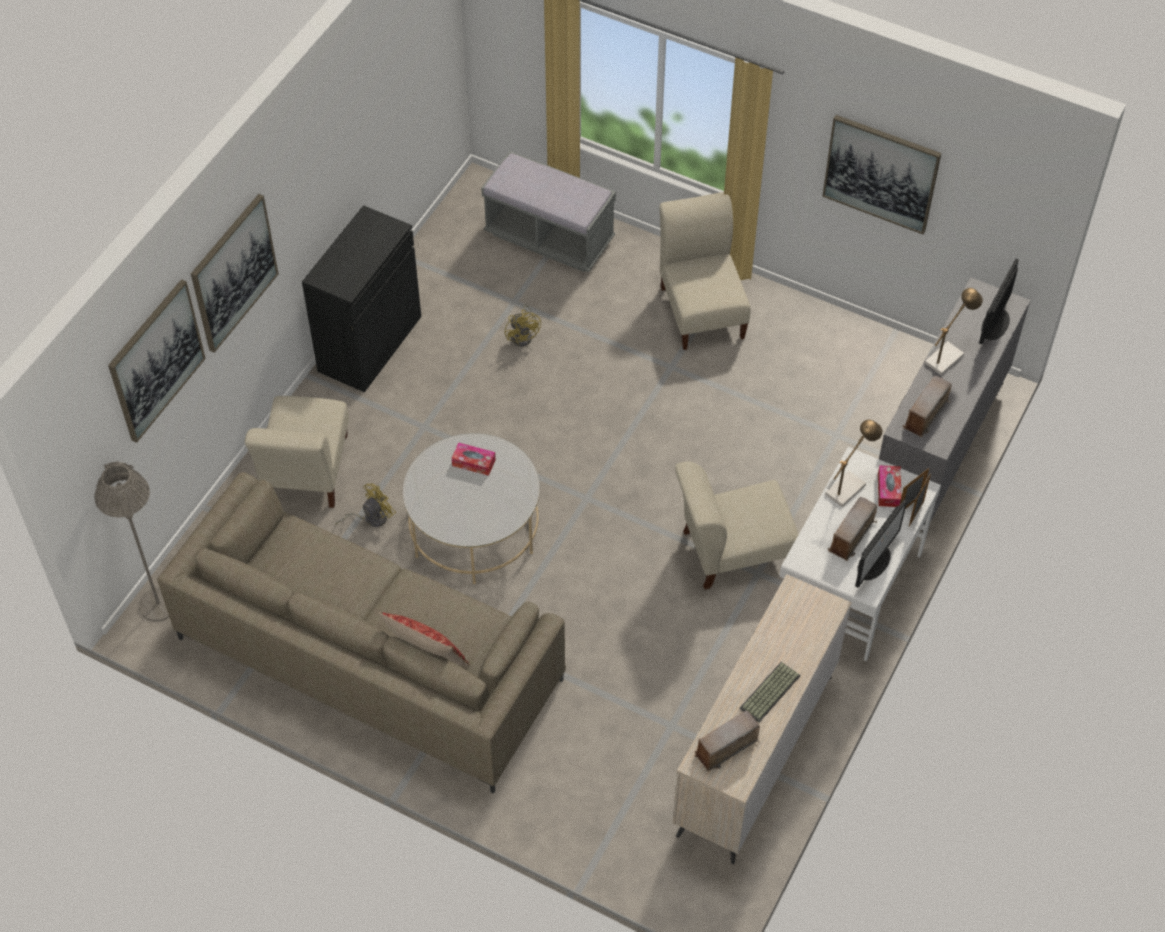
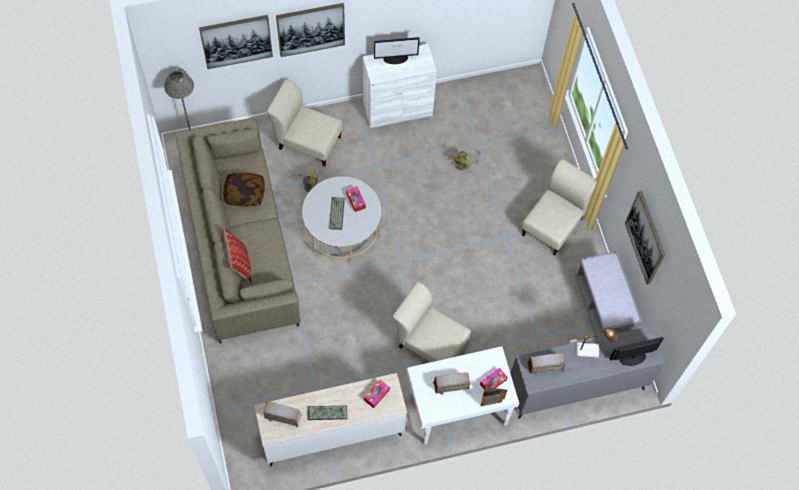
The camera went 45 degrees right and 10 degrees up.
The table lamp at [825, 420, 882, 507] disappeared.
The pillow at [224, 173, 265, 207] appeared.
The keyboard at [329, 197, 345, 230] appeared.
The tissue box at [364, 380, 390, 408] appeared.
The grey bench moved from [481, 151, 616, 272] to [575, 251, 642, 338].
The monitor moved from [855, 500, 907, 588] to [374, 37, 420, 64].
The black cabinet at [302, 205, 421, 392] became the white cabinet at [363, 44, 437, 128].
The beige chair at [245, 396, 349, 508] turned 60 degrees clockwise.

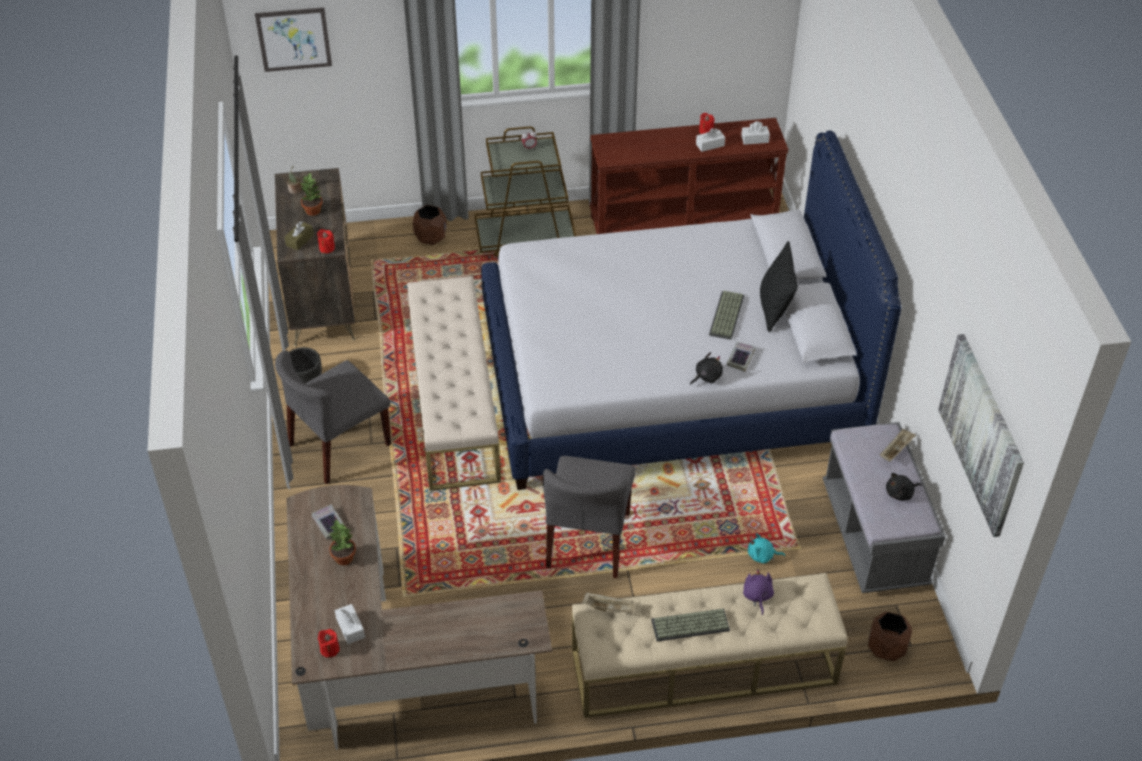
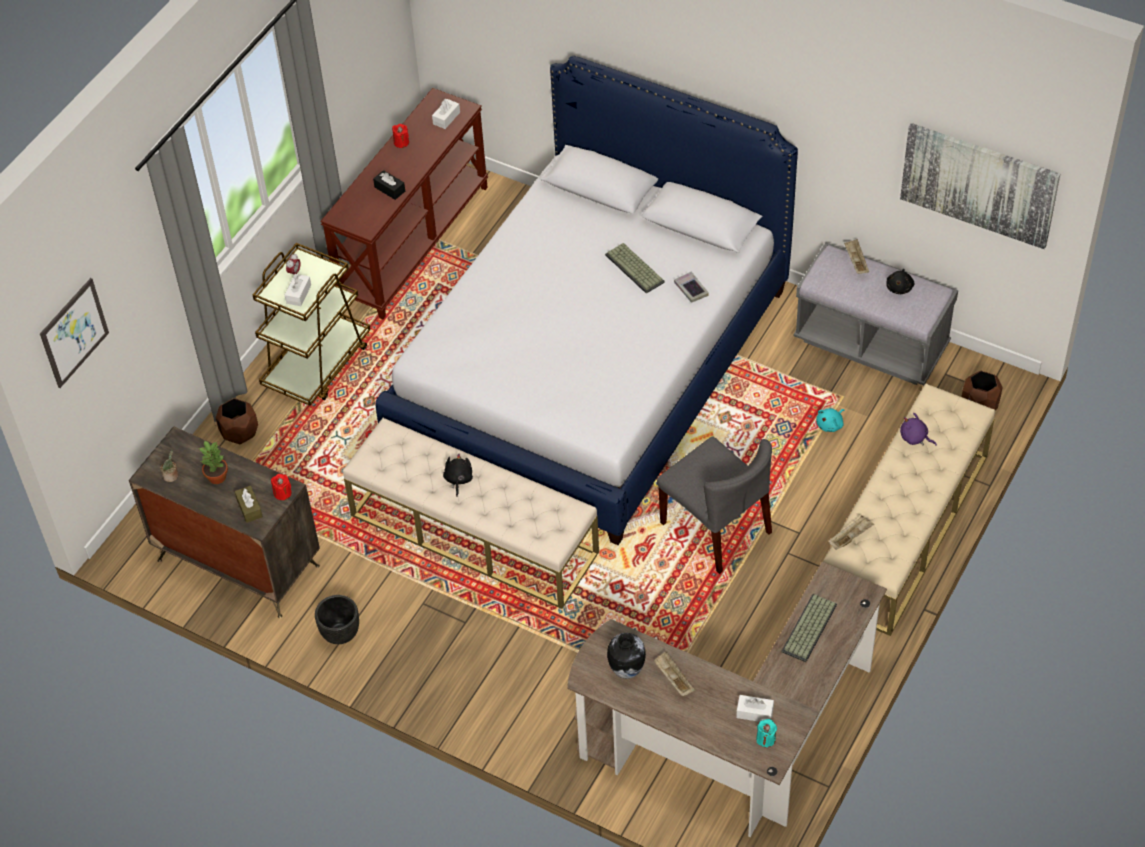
The camera went 50 degrees left and 5 degrees up.
The grey chair at [275, 351, 391, 484] disappeared.
The black pillow at [760, 241, 798, 332] disappeared.
The black tissue box at [373, 170, 405, 200] appeared.
The keyboard moved from [651, 608, 730, 642] to [781, 594, 837, 662].
The black plush toy moved from [690, 352, 723, 385] to [443, 454, 473, 497].
The white tissue box moved from [696, 128, 725, 152] to [285, 274, 311, 306].
The book at [311, 505, 347, 540] was replaced by the vase at [607, 633, 646, 679].
The potted plant at [329, 520, 356, 565] was replaced by the beige tray at [654, 651, 695, 696].
The red candle at [318, 629, 340, 658] became the turquoise candle at [756, 719, 777, 747].

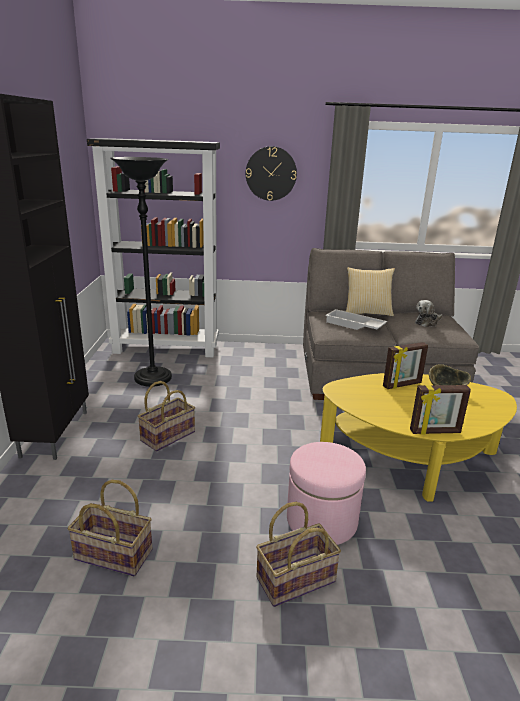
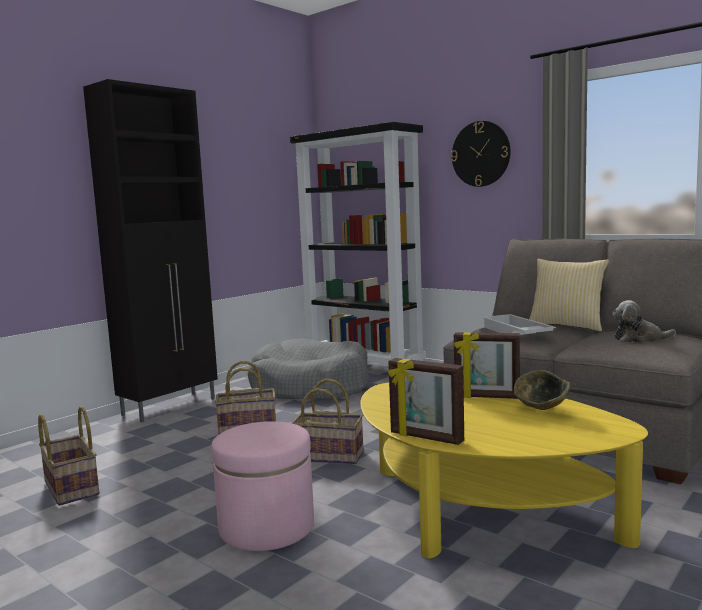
The camera went 40 degrees right and 15 degrees down.
The basket moved from [256, 502, 341, 607] to [291, 379, 363, 464].
The black floor lamp at [110, 157, 172, 387] was replaced by the grey dog bed at [247, 339, 369, 399].

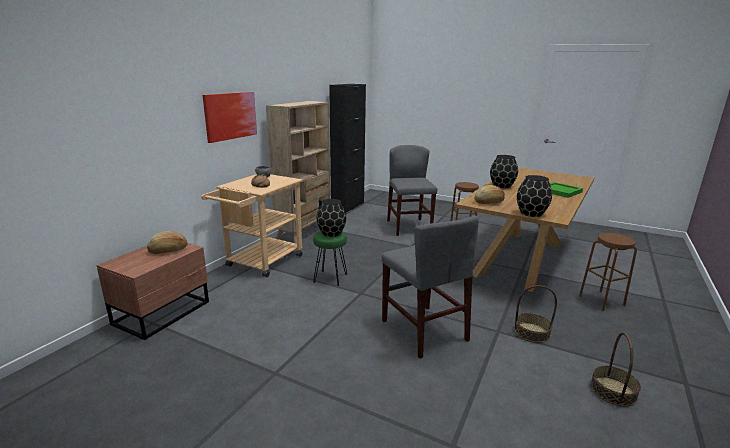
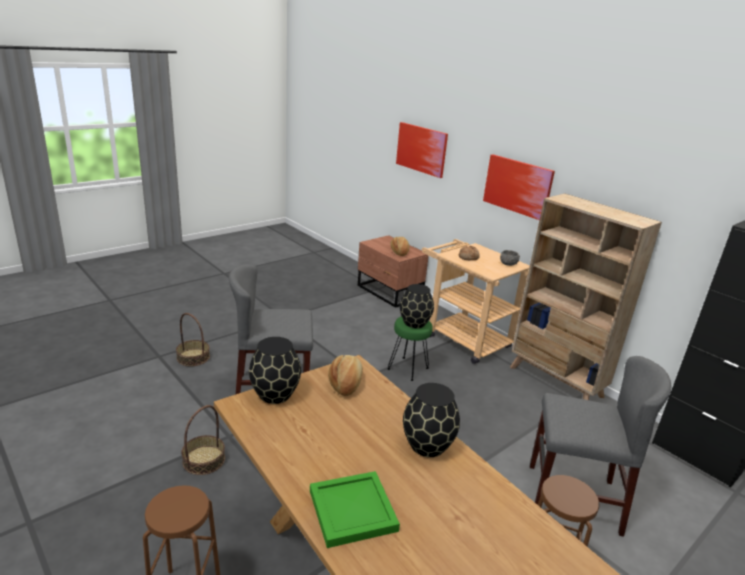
The camera went 110 degrees right and 5 degrees up.
The picture at [396, 122, 448, 178] appeared.
The basket moved from [590, 332, 641, 406] to [176, 313, 210, 366].

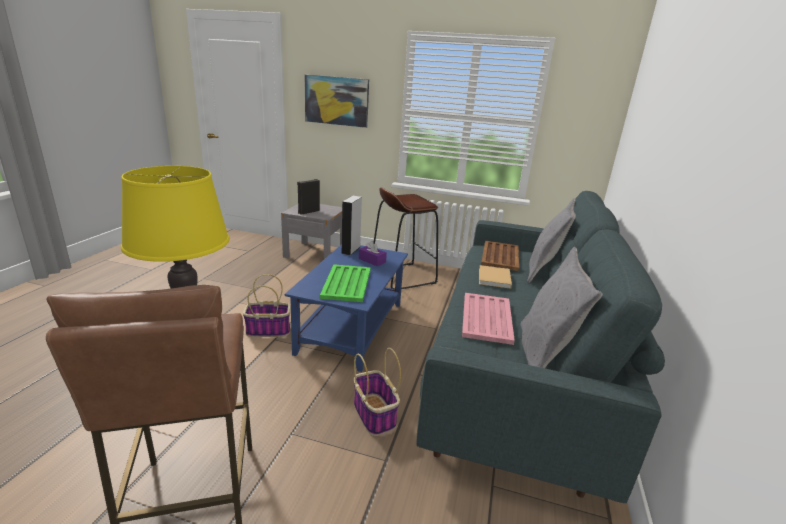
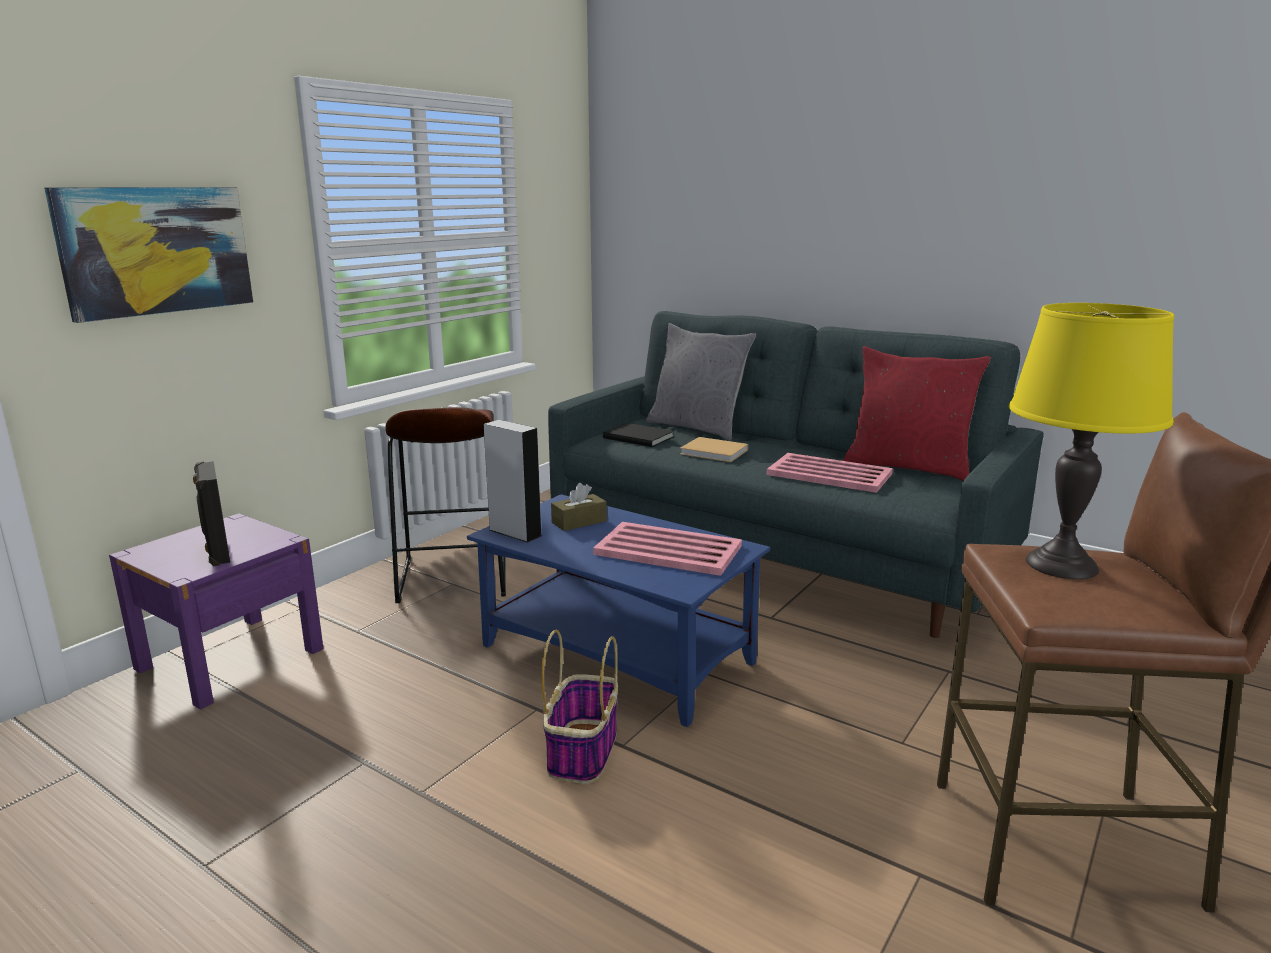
The camera went 70 degrees left and 5 degrees down.
The basket at [354, 348, 401, 436] disappeared.
The brown tray at [481, 241, 519, 271] was replaced by the black book at [603, 423, 674, 447].
The grey nightstand at [281, 204, 342, 259] became the purple nightstand at [109, 513, 324, 710].
The green tray at [320, 264, 371, 302] became the pink tray at [593, 522, 742, 576].
The purple tissue box at [359, 241, 387, 266] became the brown tissue box at [551, 483, 607, 531].
The grey pillow at [520, 247, 603, 368] became the red pillow at [843, 346, 991, 481].

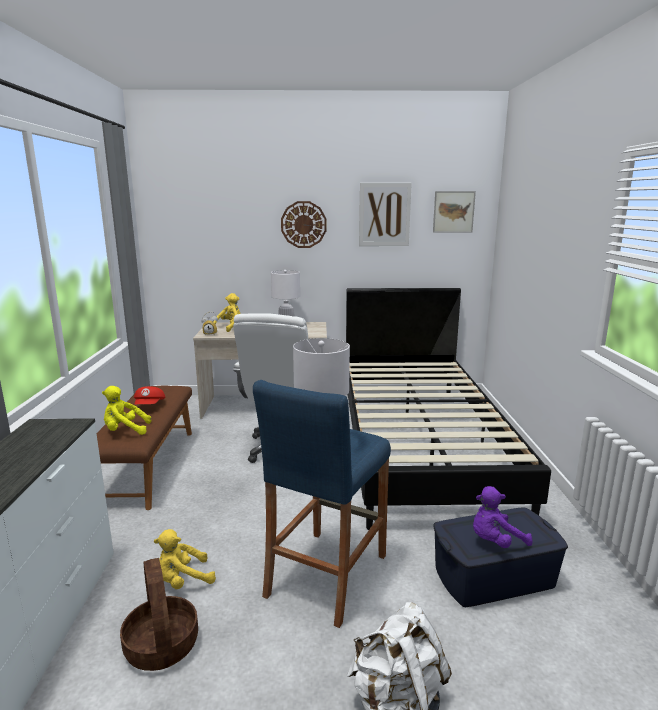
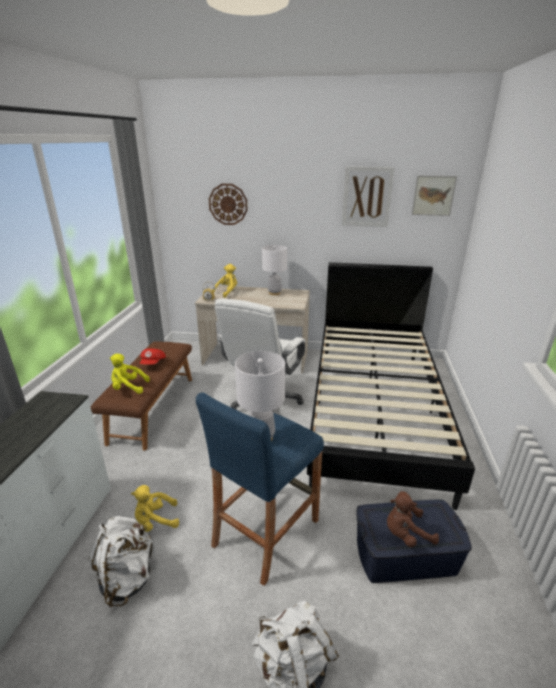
The camera went 10 degrees right and 10 degrees up.
The wall clock moved from [281, 201, 327, 248] to [209, 184, 248, 225].
The basket at [120, 558, 198, 671] was replaced by the white backpack at [89, 516, 156, 608].
The purple plush toy at [473, 486, 533, 548] became the brown plush toy at [387, 491, 439, 547].

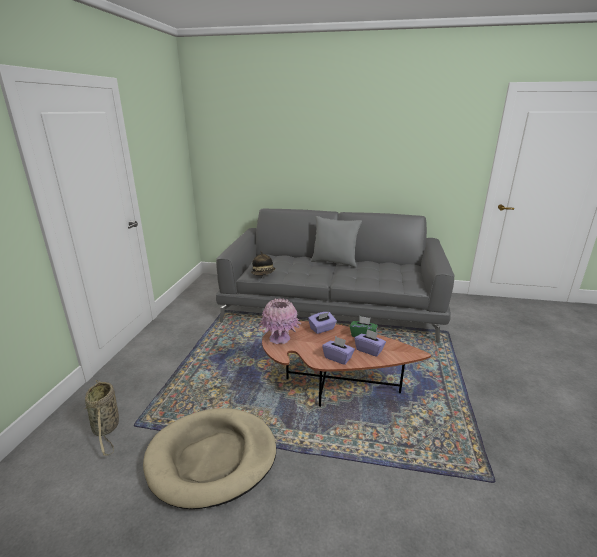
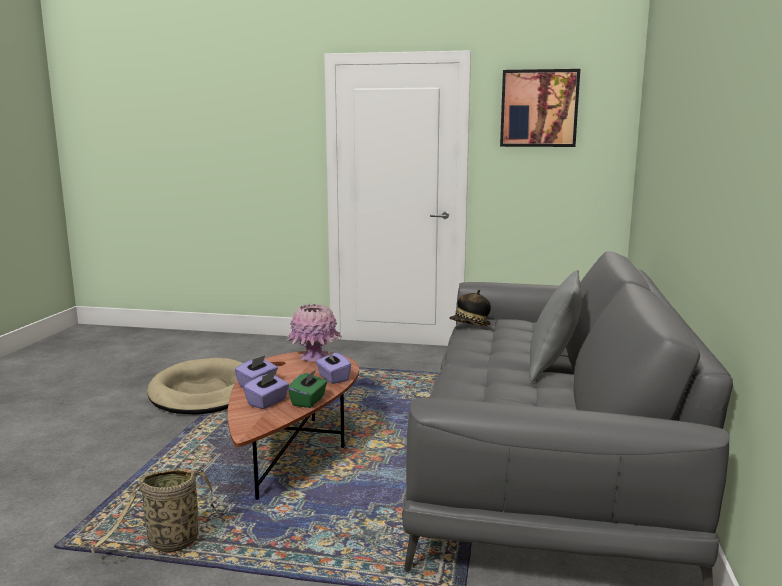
The camera went 90 degrees right and 10 degrees down.
The picture at [500, 69, 580, 147] appeared.
The basket moved from [85, 380, 119, 456] to [91, 469, 226, 562].

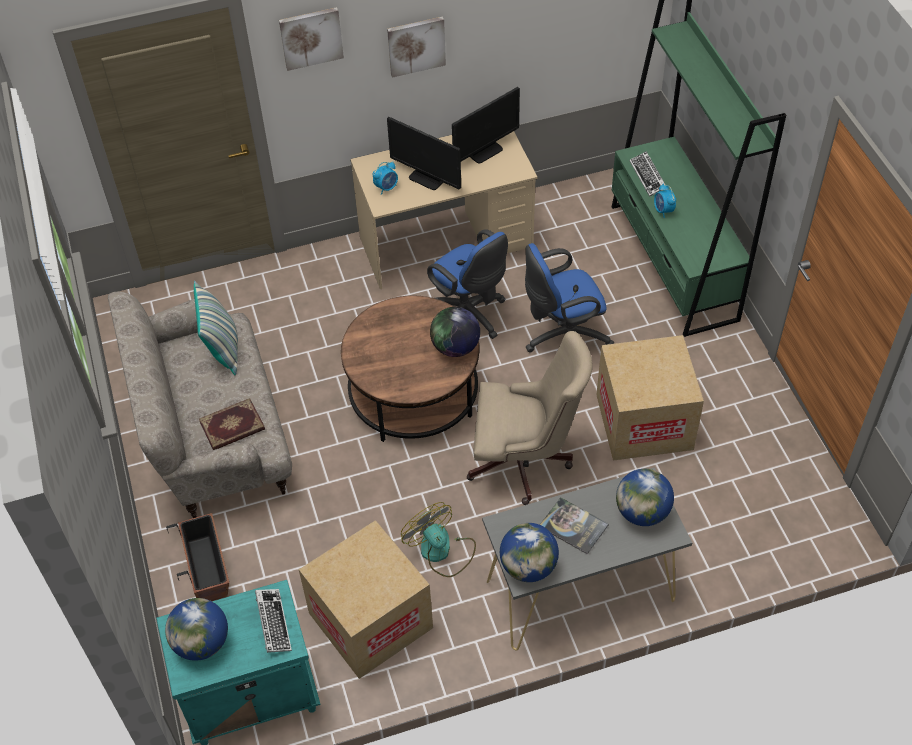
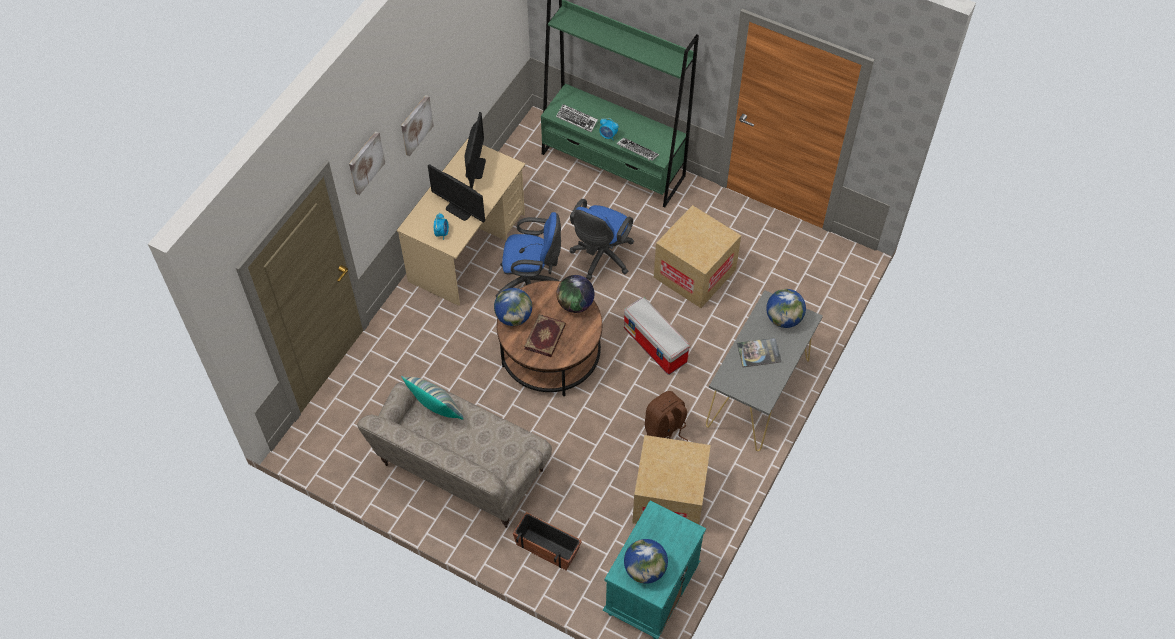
The camera went 45 degrees left and 5 degrees up.
The book moved from [199, 398, 265, 450] to [524, 314, 566, 357].
The keyboard moved from [255, 589, 292, 653] to [617, 138, 659, 161].
The globe moved from [500, 523, 559, 582] to [494, 288, 532, 326].
The fan at [401, 502, 476, 577] was replaced by the brown backpack at [645, 391, 688, 441].
The beige office chair at [467, 331, 593, 505] was replaced by the storage box at [624, 297, 690, 375].
The monitor at [387, 117, 461, 190] turned 45 degrees clockwise.

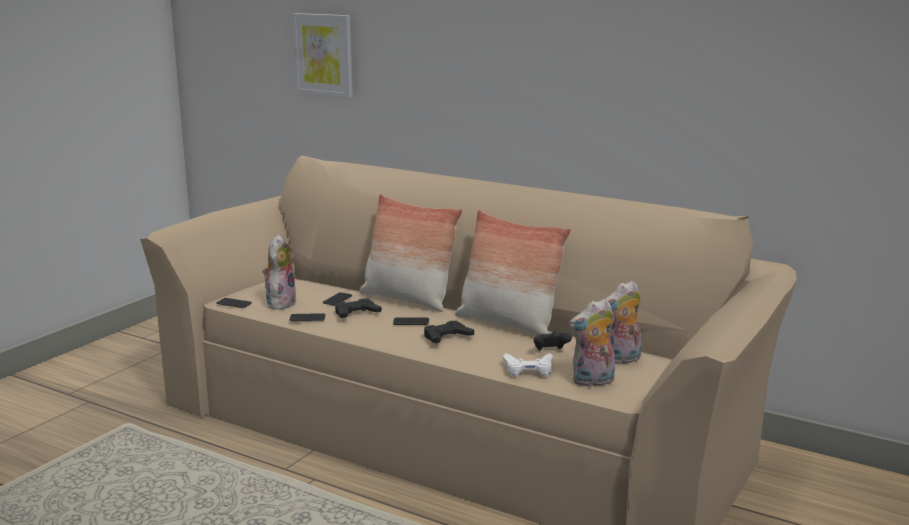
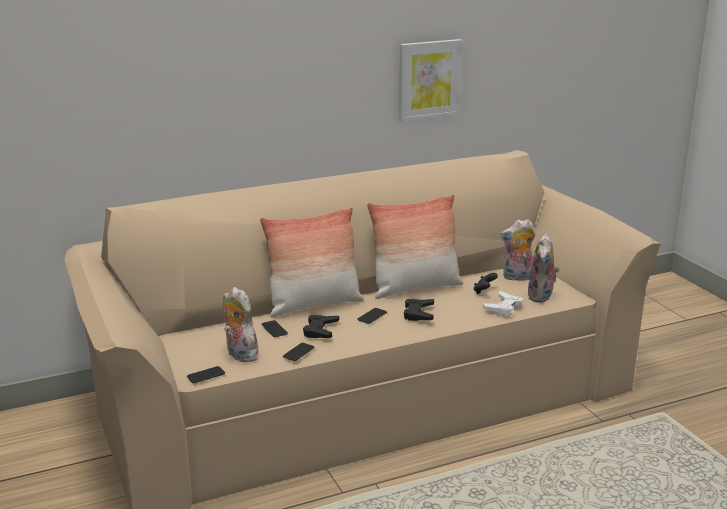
The camera went 55 degrees left and 5 degrees up.
The picture moved from [292, 13, 353, 98] to [399, 39, 463, 122].
The plush toy at [605, 281, 642, 365] turned 75 degrees clockwise.

